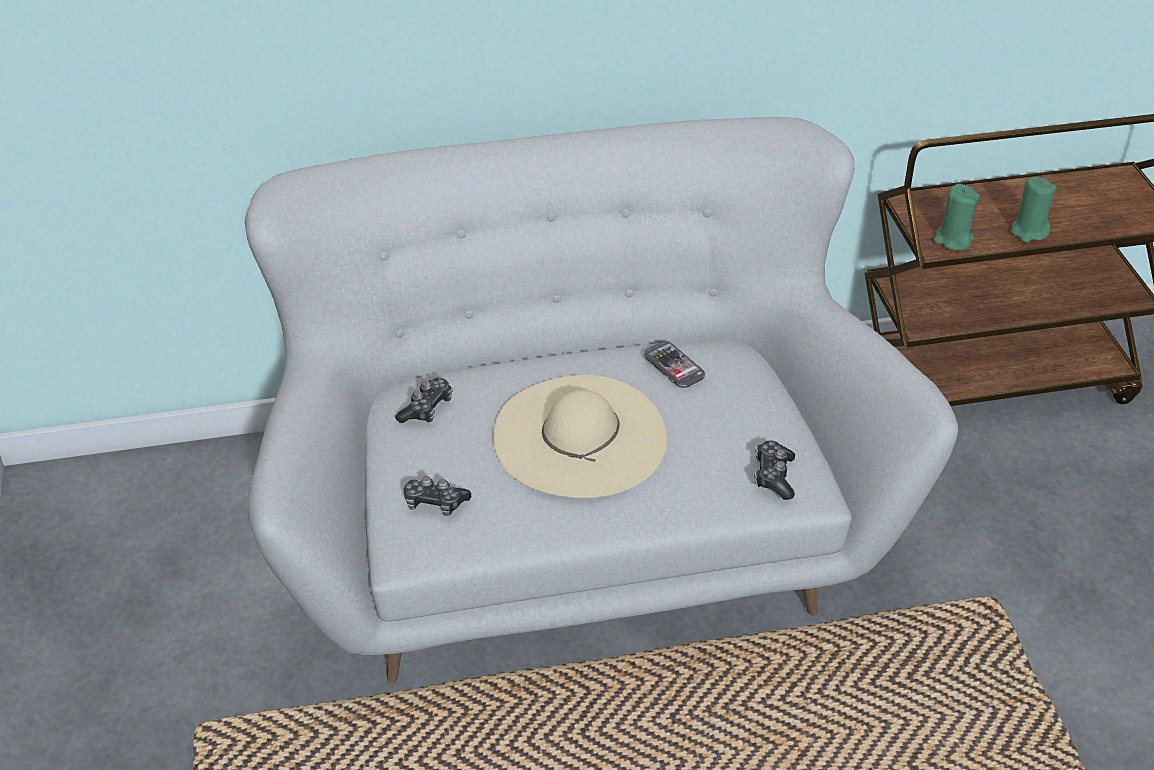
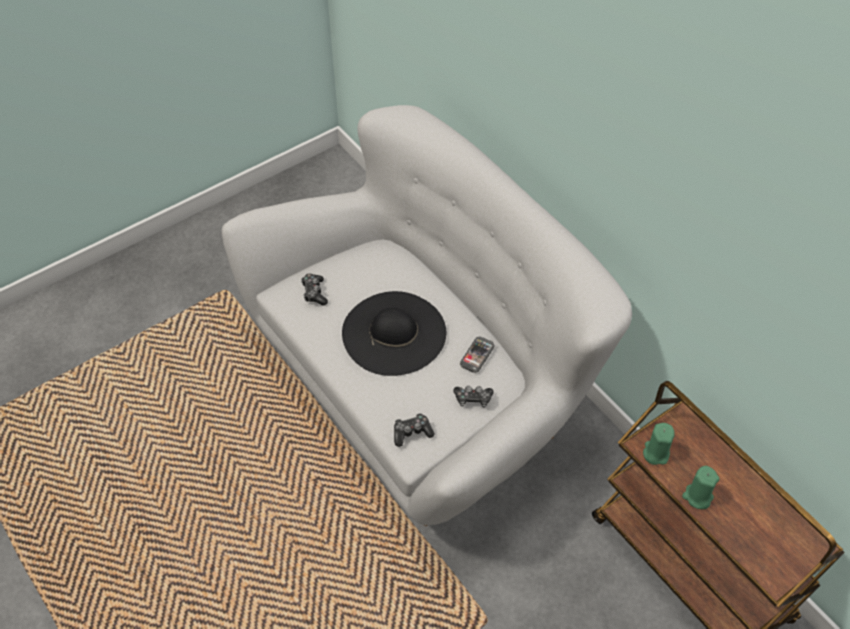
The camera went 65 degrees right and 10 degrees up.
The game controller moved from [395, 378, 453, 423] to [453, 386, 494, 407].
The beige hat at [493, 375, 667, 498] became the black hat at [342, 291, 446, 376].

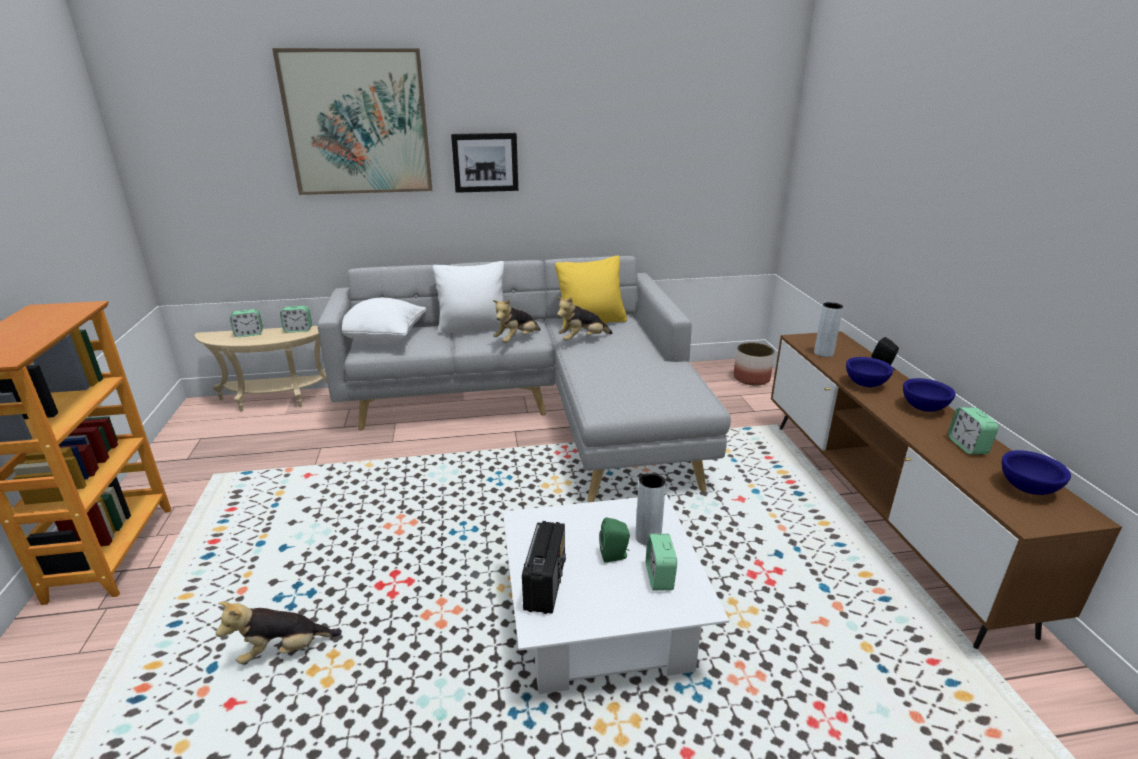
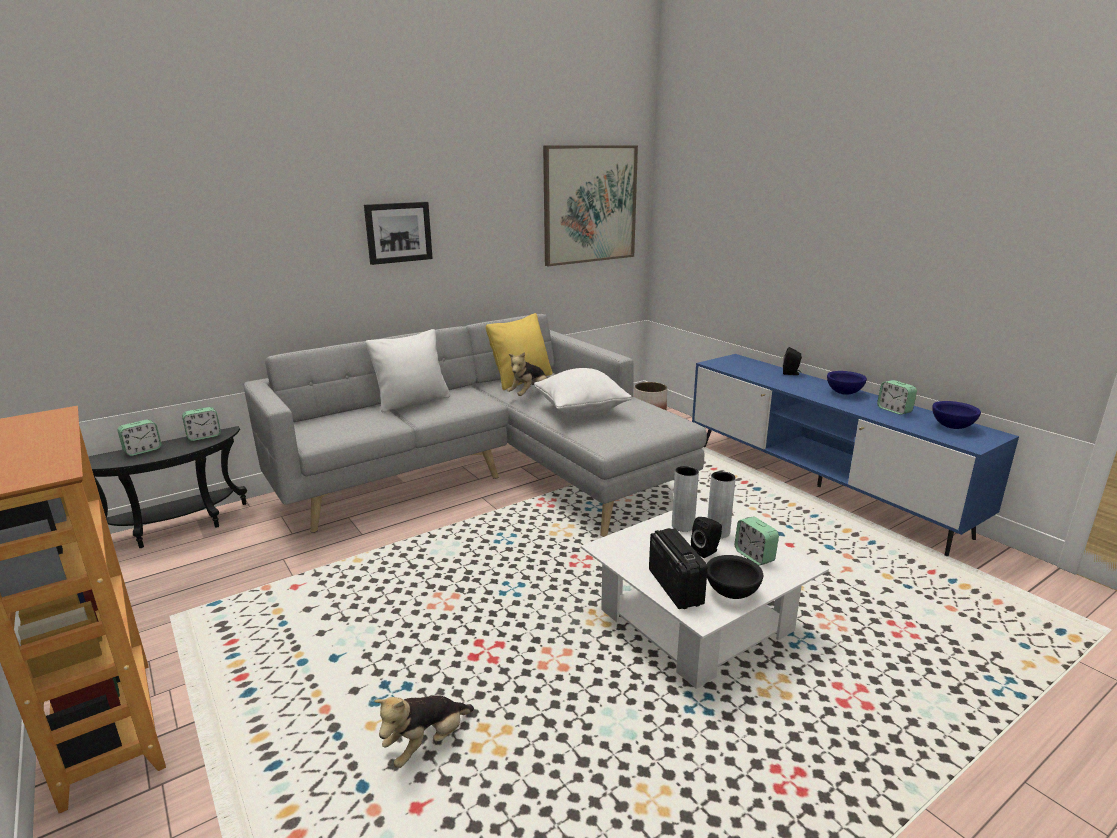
The camera went 25 degrees left and 5 degrees down.
The plush toy at [493, 299, 541, 343] disappeared.
The blue bowl at [846, 357, 893, 387] disappeared.
The black bowl at [707, 555, 763, 599] appeared.
The picture moved from [272, 48, 432, 195] to [543, 145, 638, 266].
The white pillow moved from [342, 298, 426, 345] to [534, 368, 632, 416].
The grey vase moved from [814, 302, 843, 357] to [672, 466, 699, 532].
The beige side table at [194, 326, 327, 412] became the black side table at [88, 426, 247, 548].
The green speaker at [599, 517, 630, 563] became the black speaker at [691, 517, 722, 558].
The brown tv stand at [771, 331, 1122, 649] became the blue tv stand at [692, 354, 1019, 556].

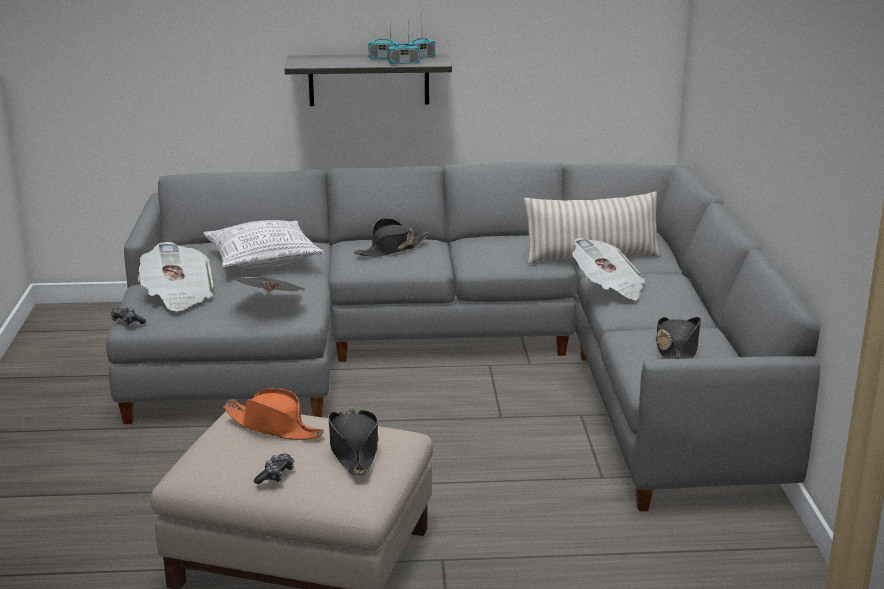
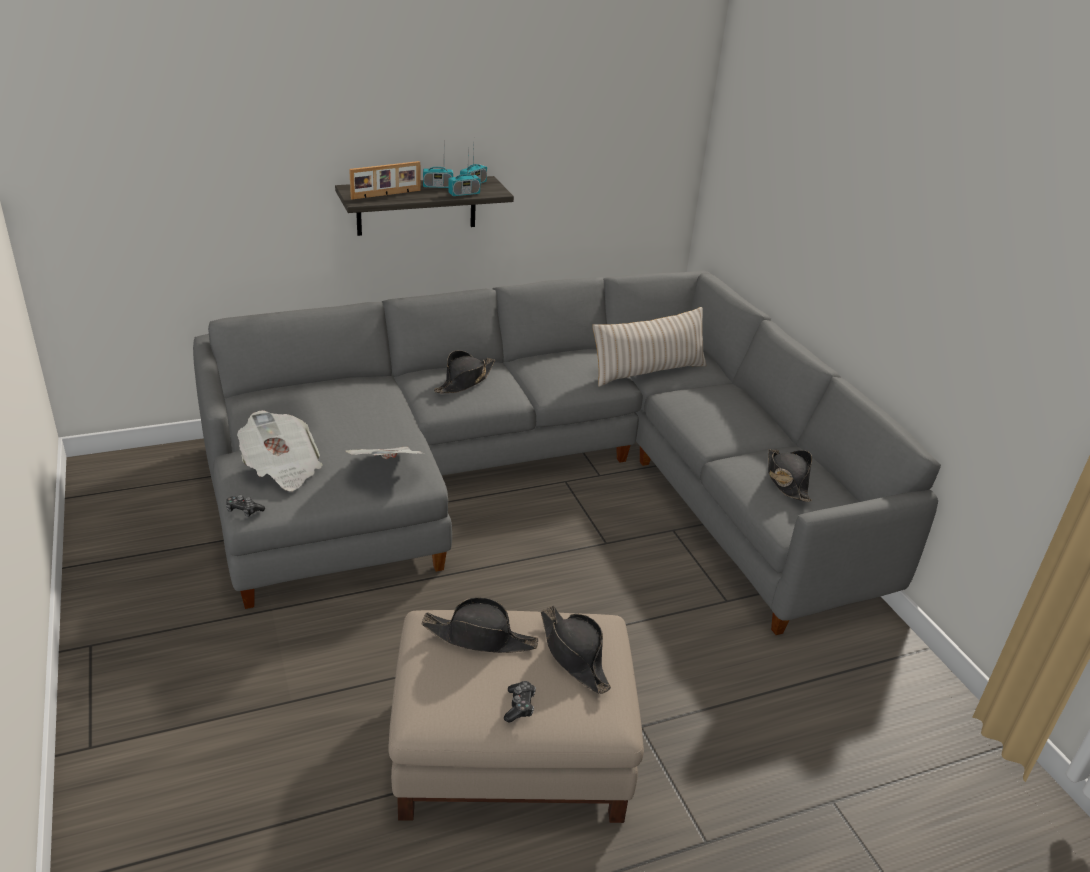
The camera went 20 degrees left and 10 degrees up.
The pillow at [203, 220, 324, 268] disappeared.
The newspaper at [572, 238, 645, 300] disappeared.
The picture frame at [349, 161, 420, 199] appeared.
The orange hat at [223, 388, 324, 440] became the black hat at [422, 598, 538, 653].

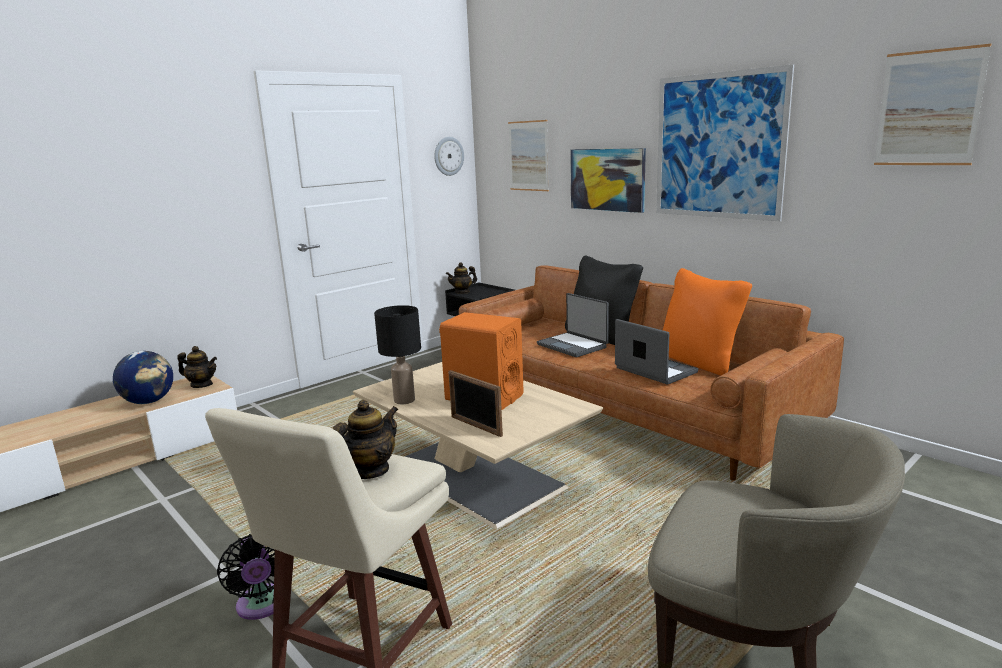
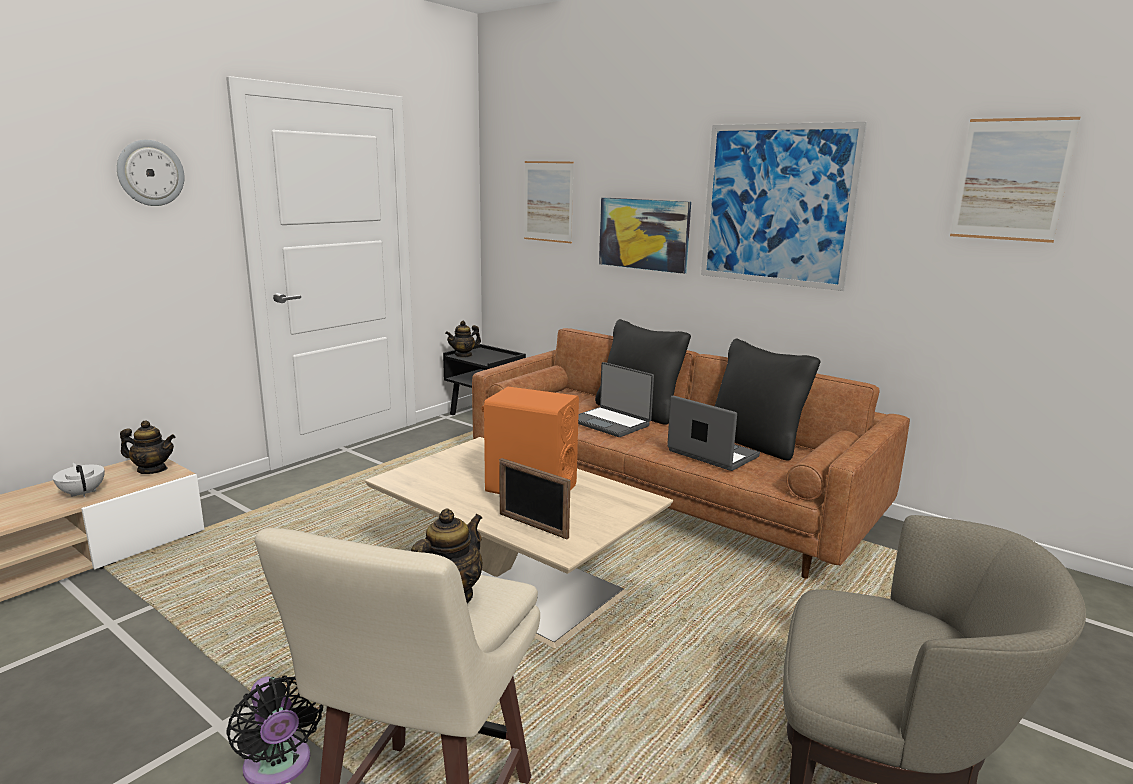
The camera went 10 degrees left and 0 degrees up.
The black table lamp at [374, 305, 421, 404] disappeared.
The wall clock moved from [434, 137, 464, 176] to [117, 140, 184, 206].
The globe at [113, 351, 173, 404] was replaced by the white teapot at [53, 463, 105, 497].
The orange pillow at [663, 268, 752, 375] became the black pillow at [715, 339, 821, 461].

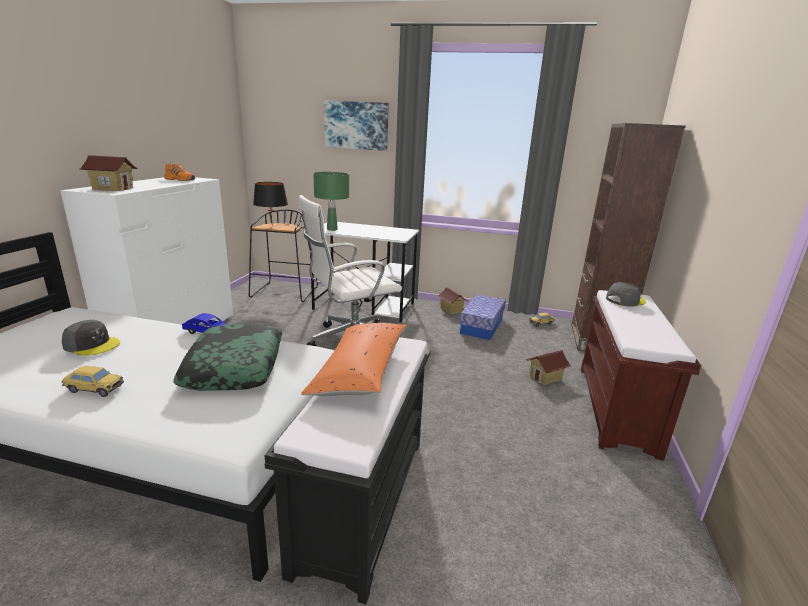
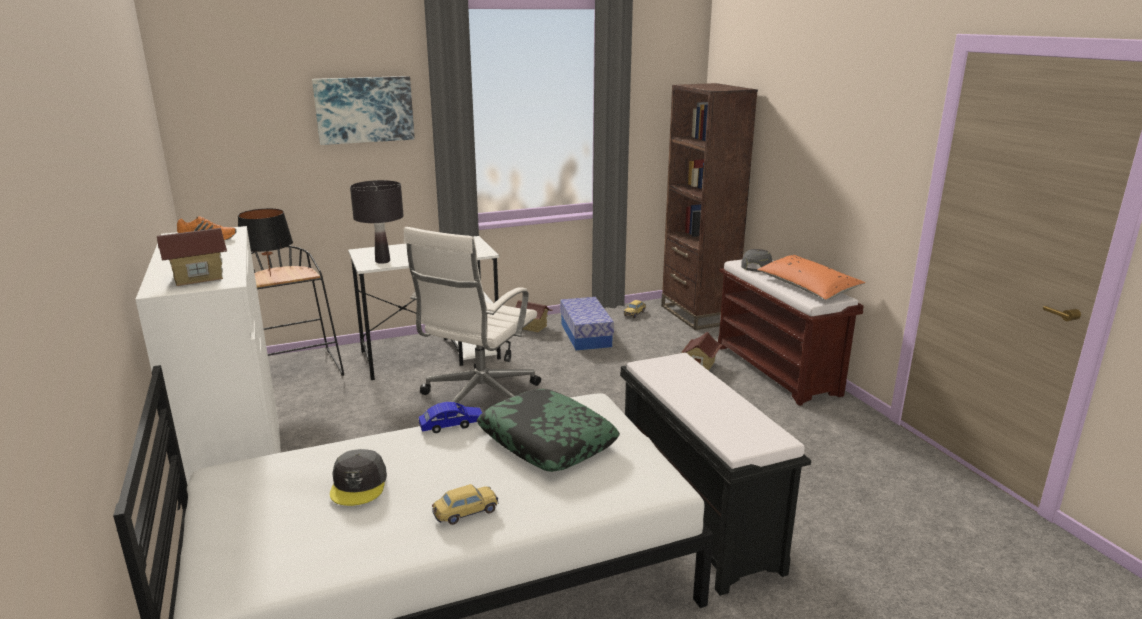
The camera went 35 degrees left and 0 degrees up.
The orange pillow moved from [301, 323, 407, 396] to [757, 255, 865, 300].
The green table lamp at [313, 172, 349, 231] became the black table lamp at [350, 180, 403, 264].
The grey cap at [62, 320, 120, 356] turned 105 degrees clockwise.

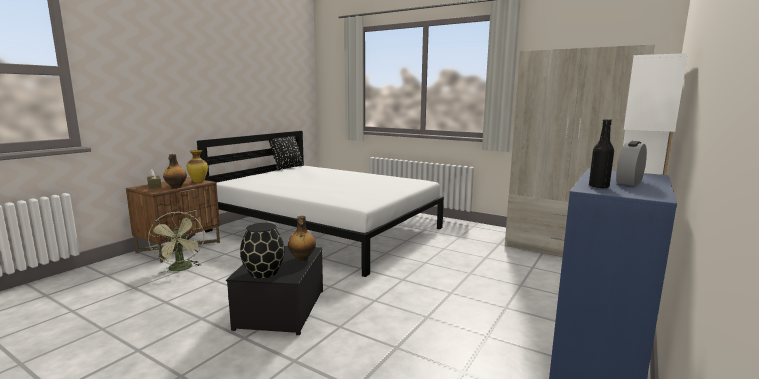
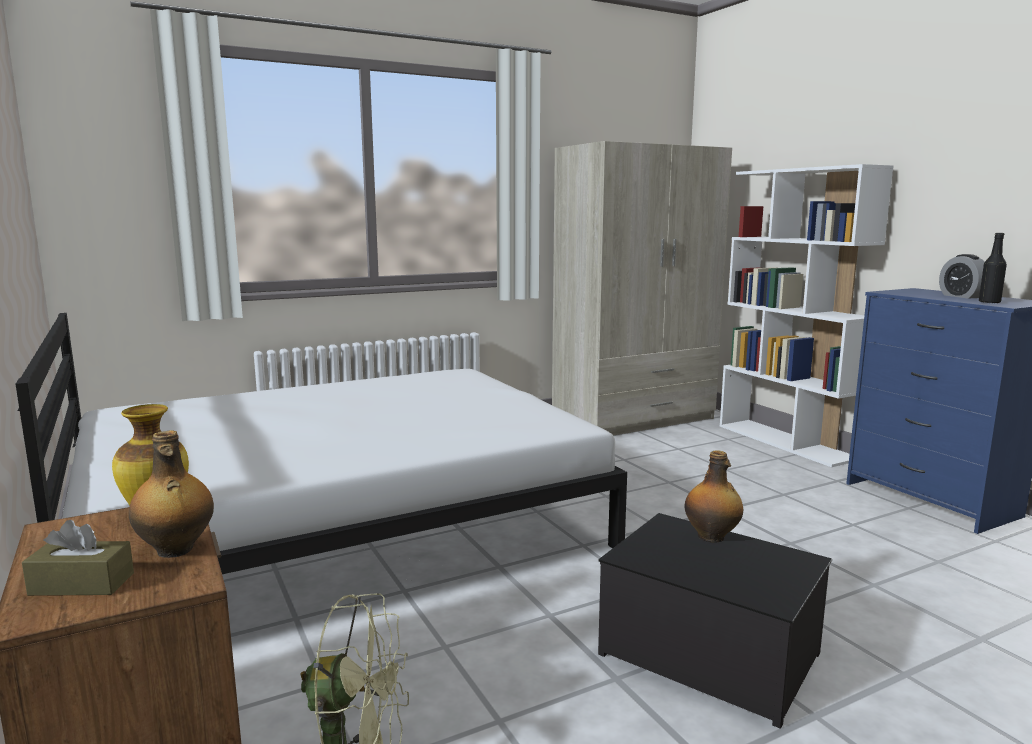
The camera went 60 degrees left and 0 degrees up.
The black vase at [240, 223, 285, 279] disappeared.
The black pillow at [269, 136, 304, 171] disappeared.

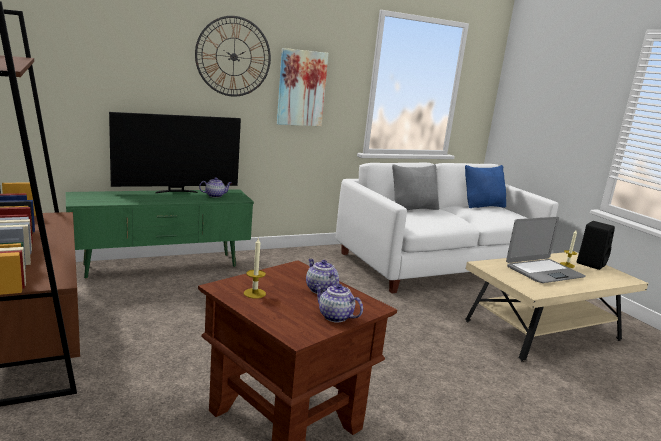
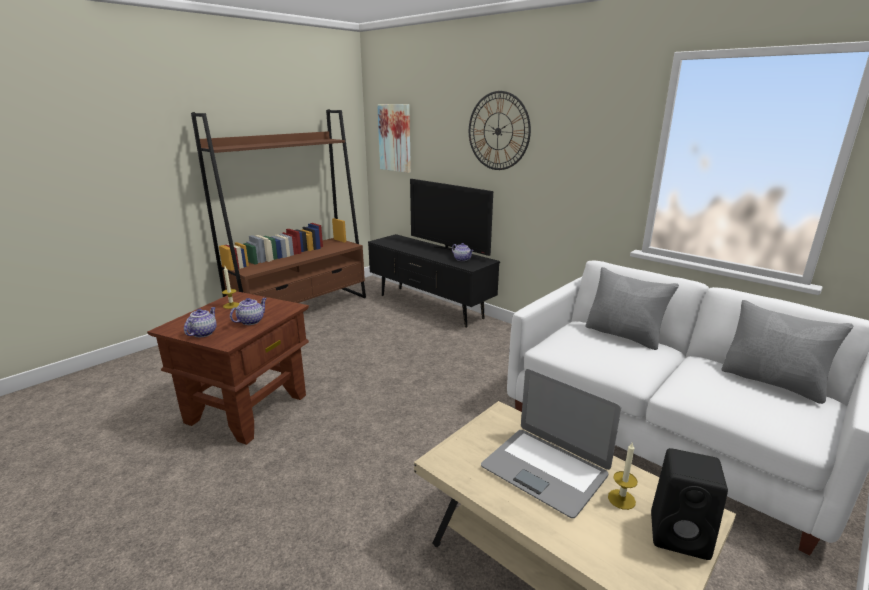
The camera went 70 degrees right and 5 degrees up.
The picture moved from [277, 48, 328, 126] to [377, 104, 411, 173].
The green tv stand at [66, 189, 254, 279] became the black tv stand at [368, 234, 500, 328].
The blue pillow at [465, 165, 506, 208] became the grey pillow at [721, 300, 853, 404].

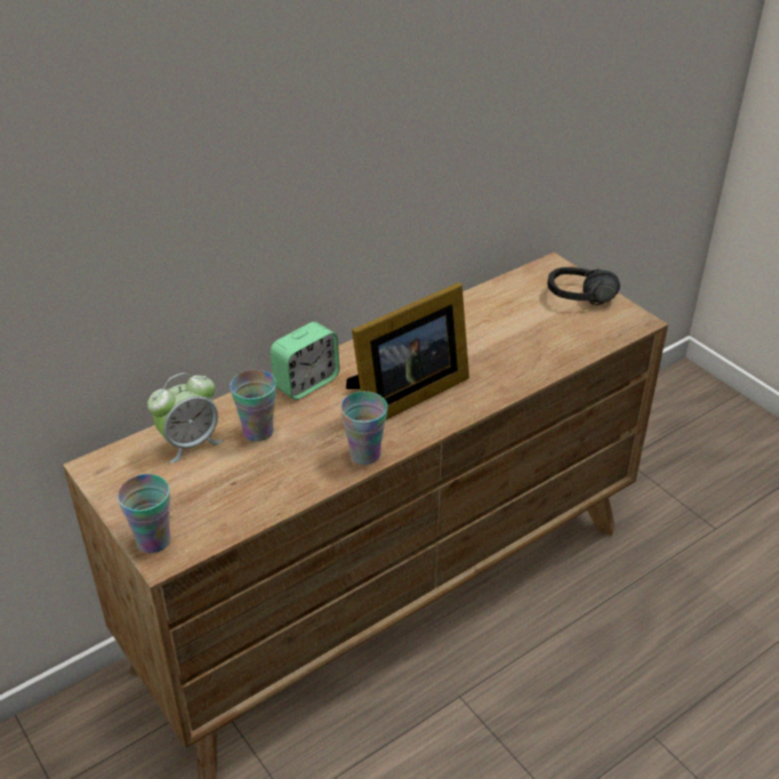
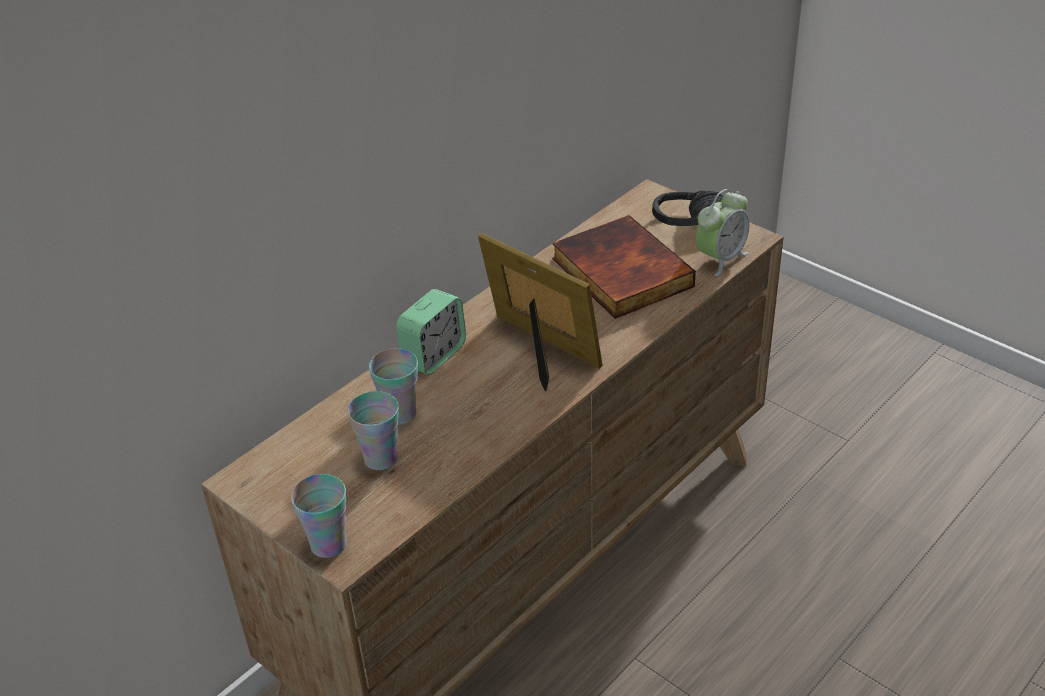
The camera went 10 degrees left and 0 degrees up.
The book at [552, 215, 696, 319] appeared.
The alarm clock moved from [148, 373, 223, 463] to [696, 189, 750, 276].
The cup moved from [341, 391, 388, 465] to [348, 391, 399, 470].
The picture frame at [346, 282, 469, 420] turned 90 degrees counterclockwise.

